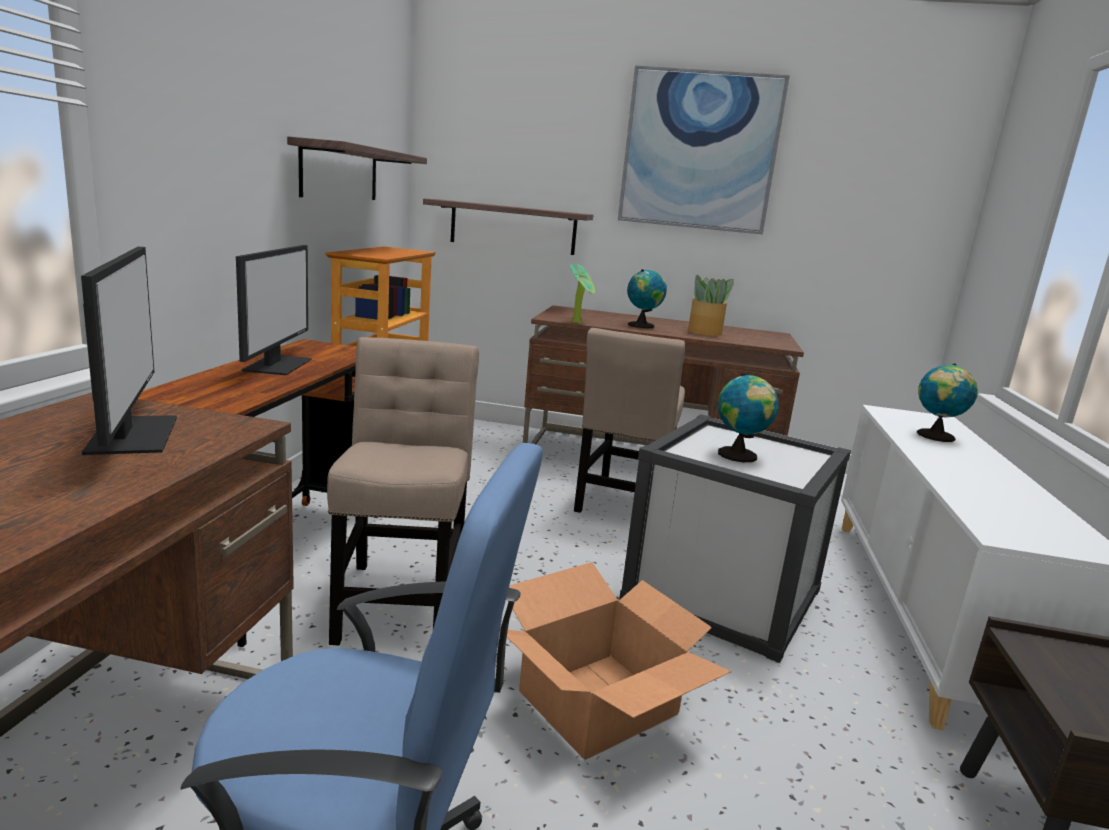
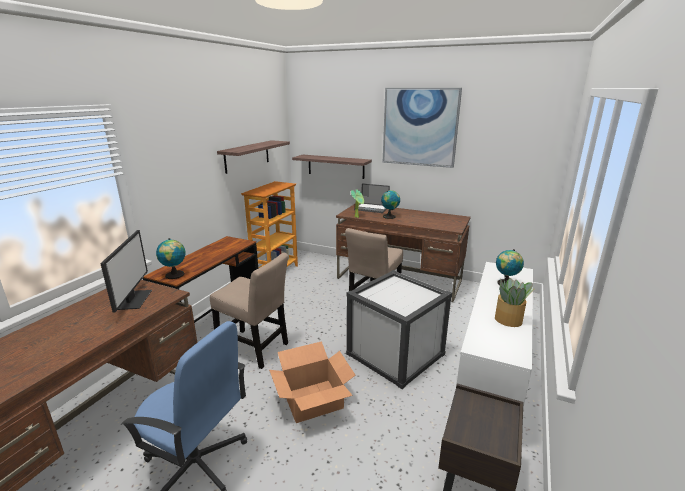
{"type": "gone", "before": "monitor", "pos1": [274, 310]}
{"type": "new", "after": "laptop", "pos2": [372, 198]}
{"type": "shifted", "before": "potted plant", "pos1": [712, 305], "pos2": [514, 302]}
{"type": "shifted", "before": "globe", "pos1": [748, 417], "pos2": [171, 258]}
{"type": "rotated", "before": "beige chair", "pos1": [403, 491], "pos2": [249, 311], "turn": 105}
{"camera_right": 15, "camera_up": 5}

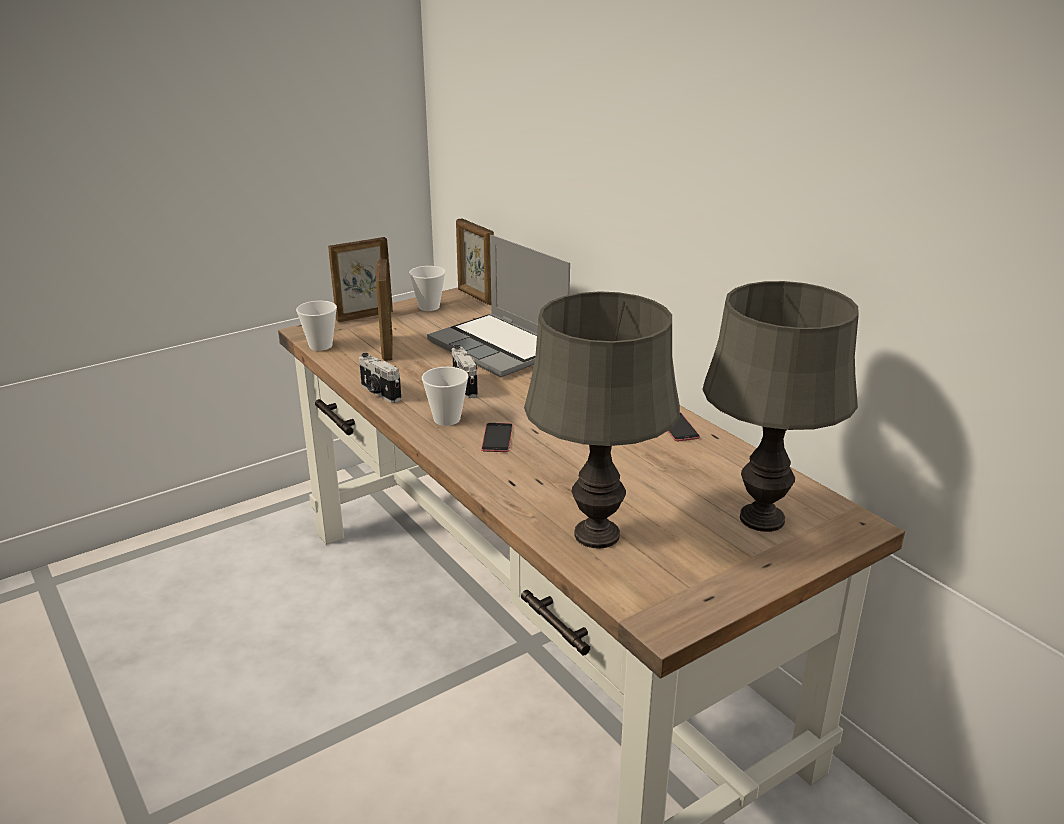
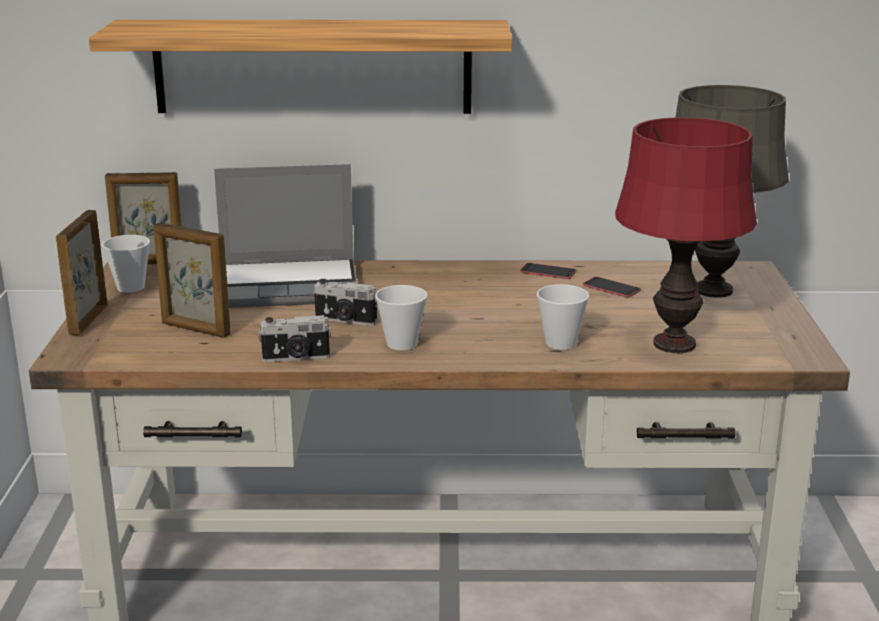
{"type": "new", "after": "shelf", "pos2": [300, 67]}
{"type": "shifted", "before": "cup", "pos1": [316, 326], "pos2": [563, 317]}
{"type": "shifted", "before": "phone", "pos1": [497, 437], "pos2": [612, 287]}
{"type": "repainted", "before": "grey table lamp", "after": "red table lamp", "pos1": [602, 420], "pos2": [686, 235]}
{"camera_right": -55, "camera_up": -5}

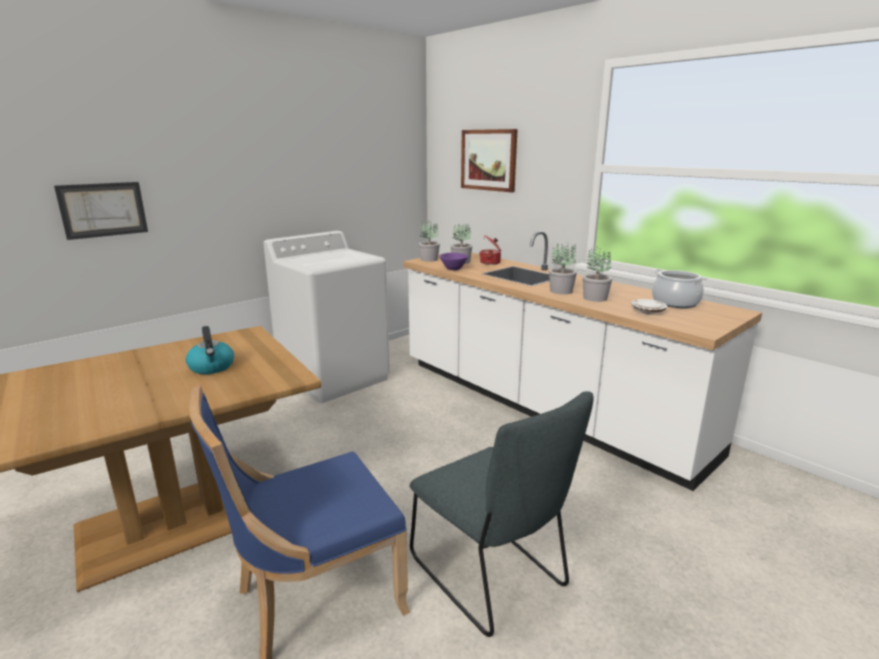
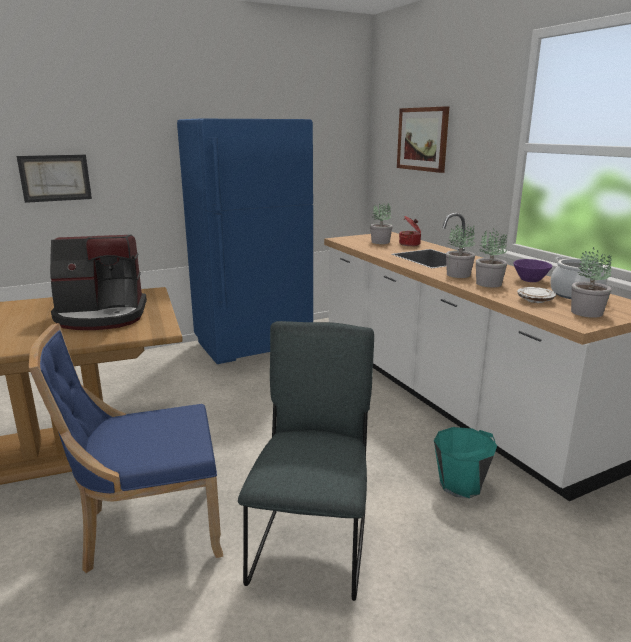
{"type": "new", "after": "turquoise bucket", "pos2": [465, 462]}
{"type": "shifted", "before": "potted plant", "pos1": [429, 241], "pos2": [591, 282]}
{"type": "shifted", "before": "purple bowl", "pos1": [454, 261], "pos2": [532, 270]}
{"type": "swapped", "before": "kettle", "after": "coffee machine", "pos1": [210, 350], "pos2": [98, 282]}
{"type": "swapped", "before": "white washing machine", "after": "blue fridge", "pos1": [326, 317], "pos2": [245, 241]}
{"type": "rotated", "before": "grey chair", "pos1": [502, 514], "pos2": [306, 461], "turn": -150}
{"camera_right": 15, "camera_up": 0}

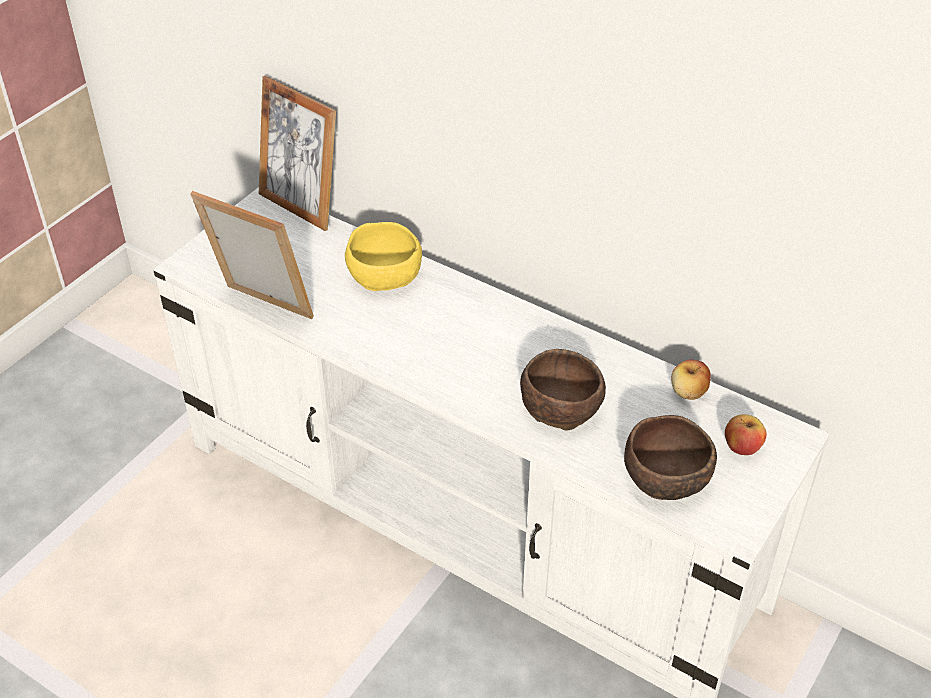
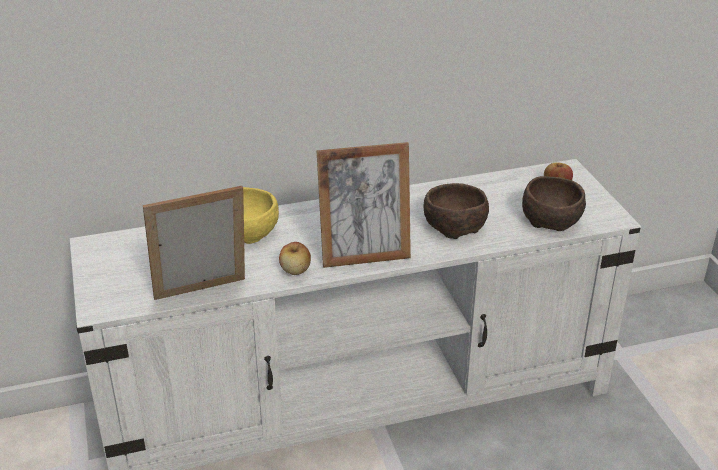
{"type": "shifted", "before": "picture frame", "pos1": [297, 153], "pos2": [364, 205]}
{"type": "shifted", "before": "apple", "pos1": [691, 380], "pos2": [295, 258]}
{"camera_right": -50, "camera_up": -10}

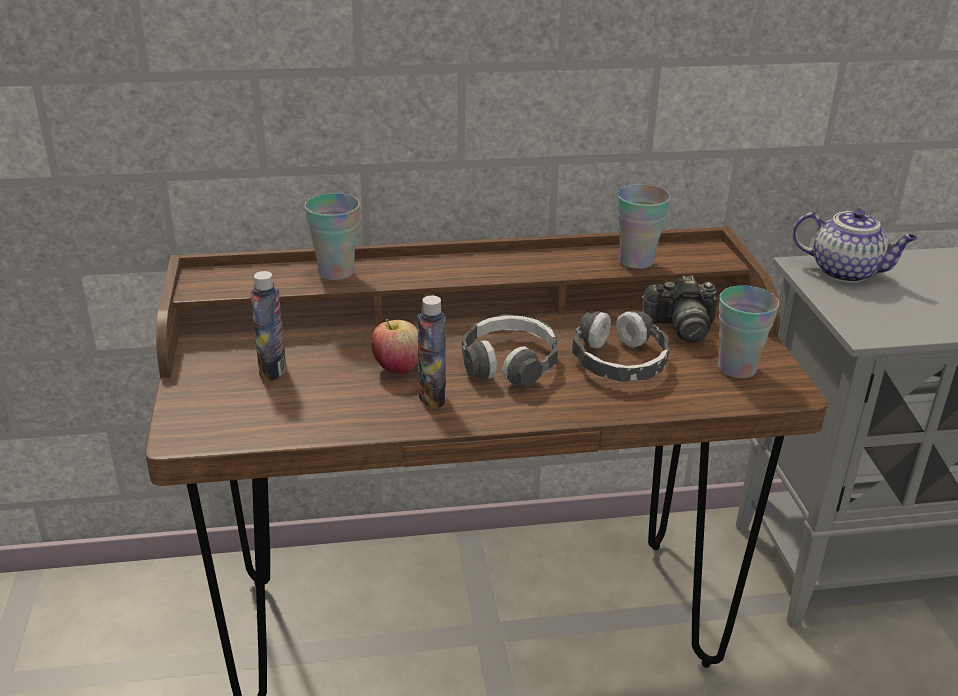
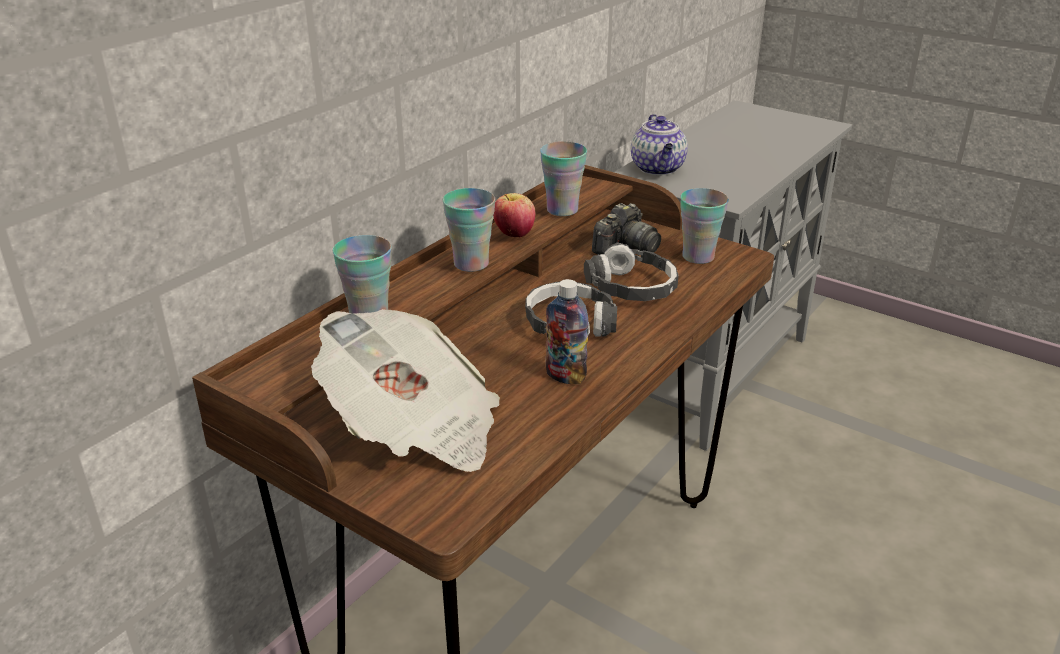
{"type": "new", "after": "cup", "pos2": [469, 230]}
{"type": "shifted", "before": "apple", "pos1": [394, 346], "pos2": [514, 215]}
{"type": "swapped", "before": "bottle", "after": "newspaper", "pos1": [268, 326], "pos2": [405, 390]}
{"type": "rotated", "before": "teapot", "pos1": [855, 245], "pos2": [659, 144], "turn": 105}
{"camera_right": -45, "camera_up": 0}

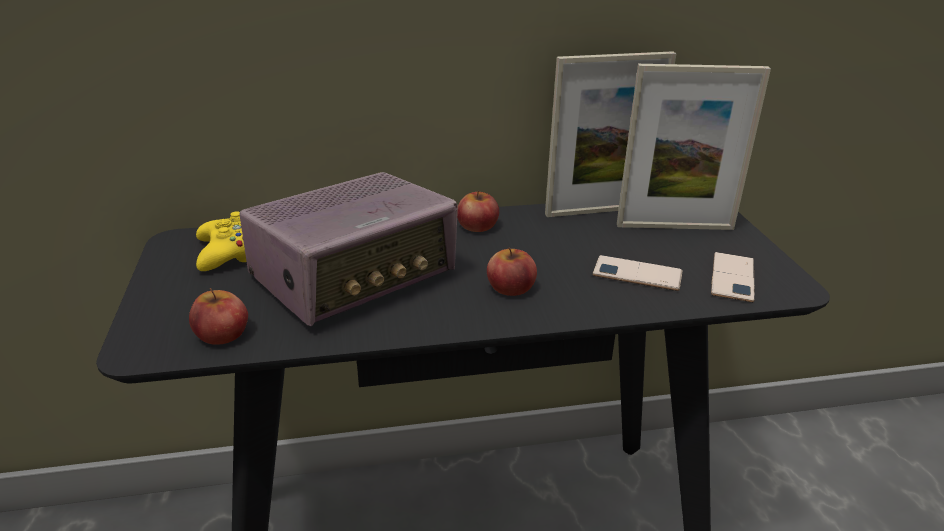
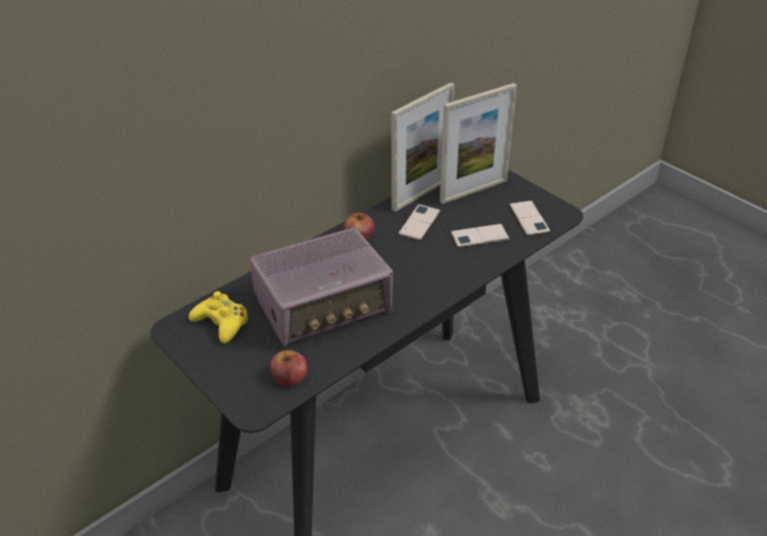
{"type": "gone", "before": "apple", "pos1": [512, 272]}
{"type": "new", "after": "phone", "pos2": [419, 222]}
{"type": "rotated", "before": "radio", "pos1": [349, 249], "pos2": [321, 287], "turn": 45}
{"camera_right": -30, "camera_up": 10}

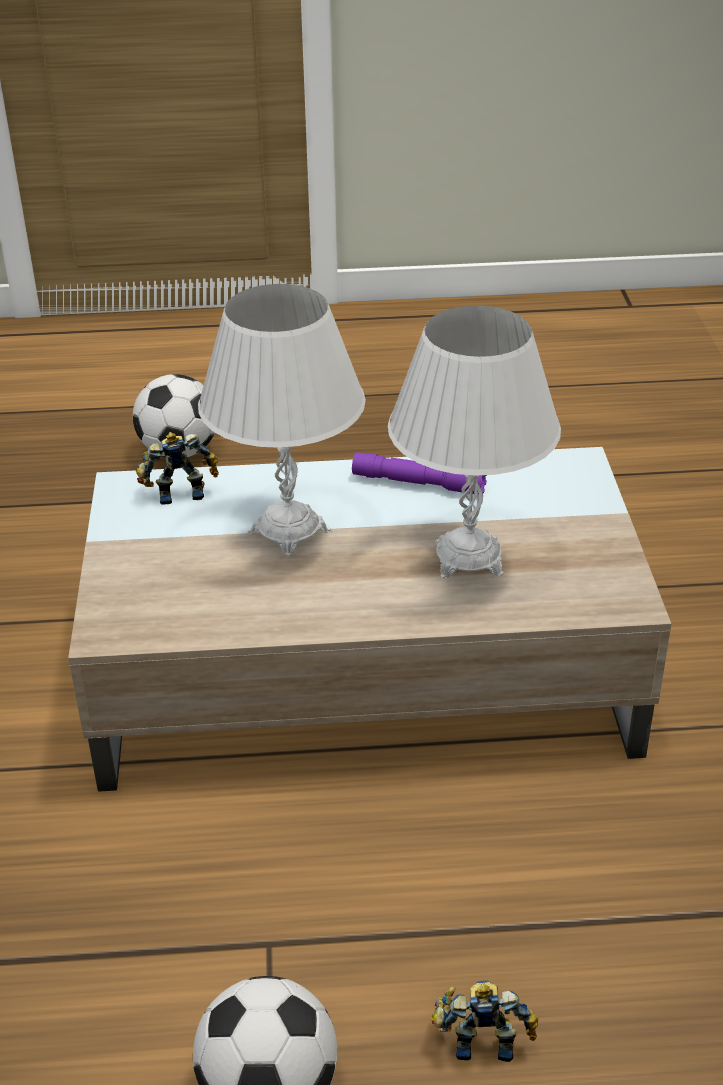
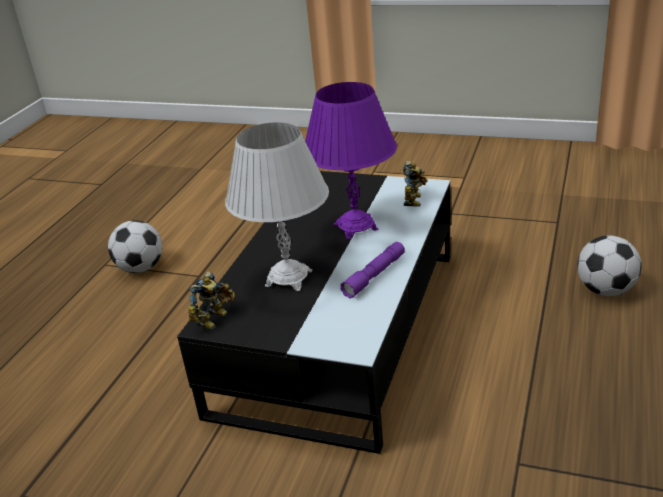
{"type": "shifted", "before": "toy robot", "pos1": [484, 1021], "pos2": [211, 300]}
{"type": "repainted", "before": "beige coffee table", "after": "black coffee table", "pos1": [369, 619], "pos2": [314, 312]}
{"type": "repainted", "before": "white table lamp", "after": "purple table lamp", "pos1": [282, 420], "pos2": [351, 160]}
{"camera_right": 115, "camera_up": -5}

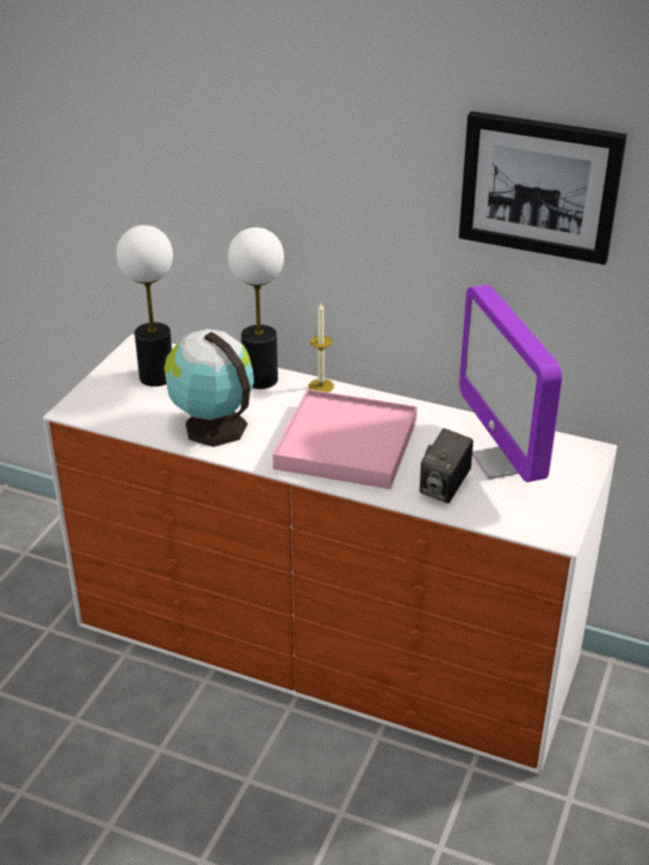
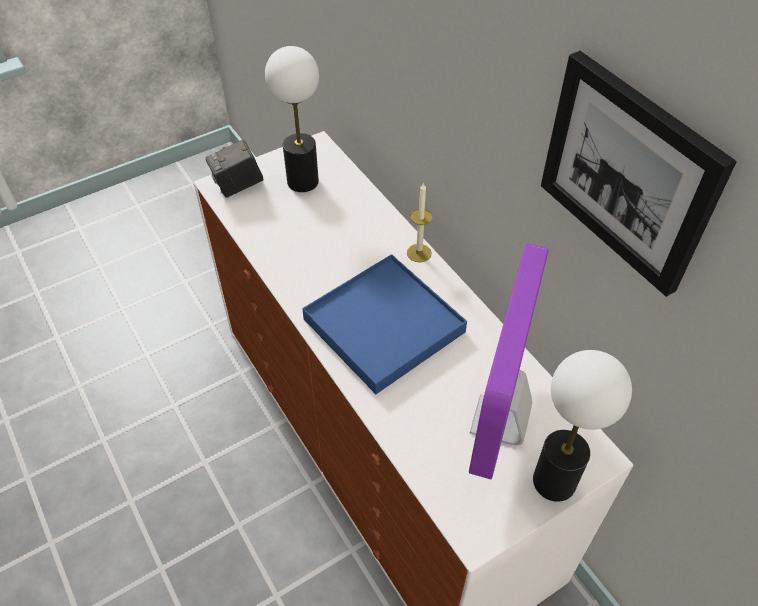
{"type": "gone", "before": "globe", "pos1": [209, 388]}
{"type": "shifted", "before": "table lamp", "pos1": [256, 308], "pos2": [582, 426]}
{"type": "shifted", "before": "photo camera", "pos1": [446, 465], "pos2": [235, 169]}
{"type": "repainted", "before": "pink tray", "after": "blue tray", "pos1": [345, 439], "pos2": [384, 324]}
{"camera_right": 35, "camera_up": 15}

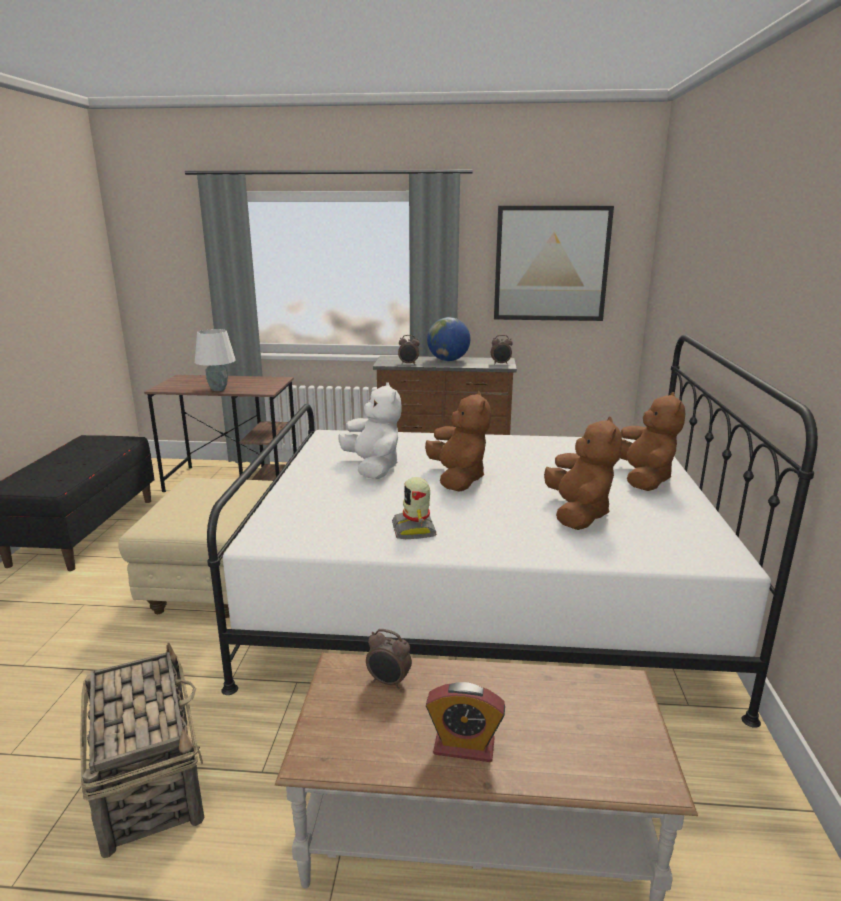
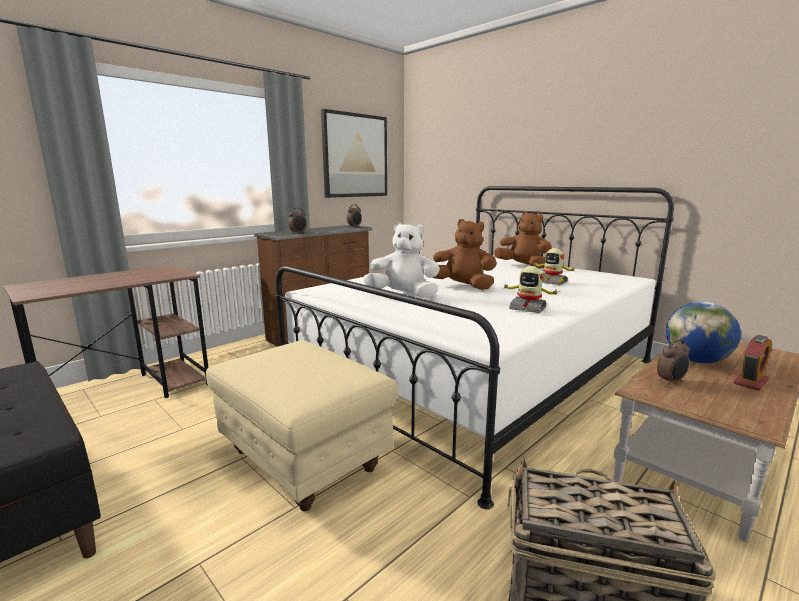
{"type": "gone", "before": "white table lamp", "pos1": [215, 360]}
{"type": "shifted", "before": "globe", "pos1": [448, 339], "pos2": [703, 332]}
{"type": "swapped", "before": "brown plush toy", "after": "toy robot", "pos1": [583, 473], "pos2": [555, 266]}
{"camera_right": -50, "camera_up": -5}

